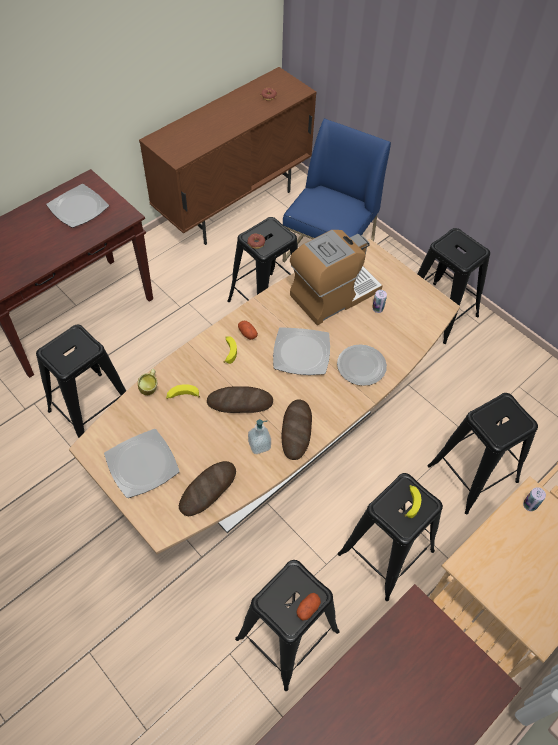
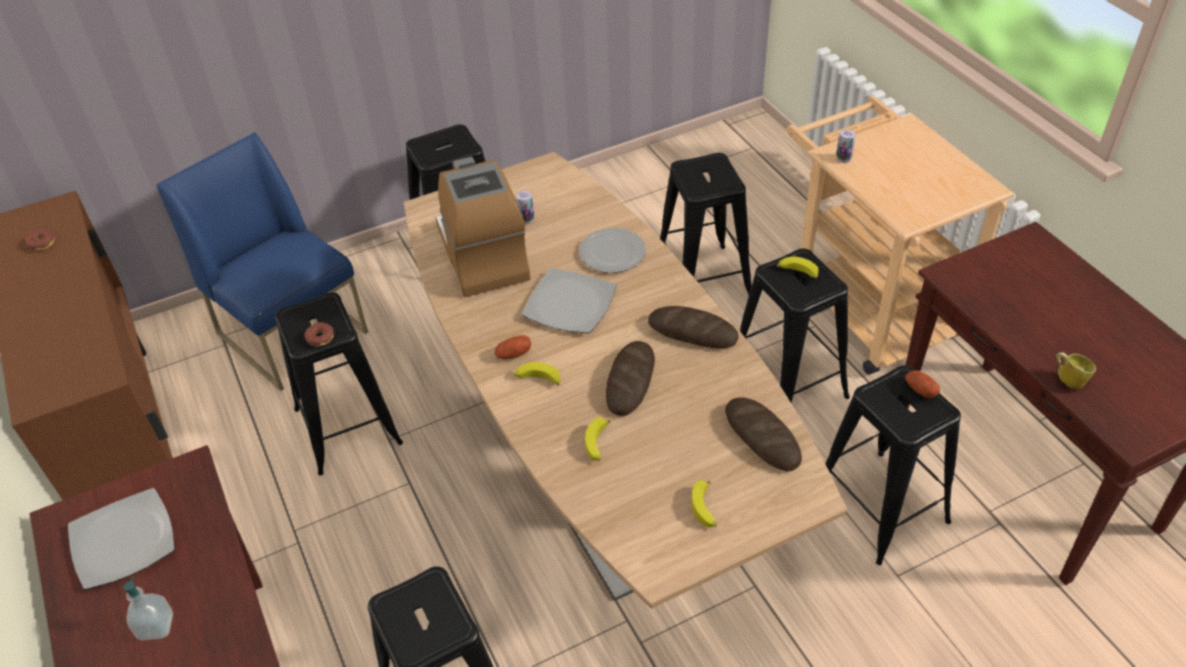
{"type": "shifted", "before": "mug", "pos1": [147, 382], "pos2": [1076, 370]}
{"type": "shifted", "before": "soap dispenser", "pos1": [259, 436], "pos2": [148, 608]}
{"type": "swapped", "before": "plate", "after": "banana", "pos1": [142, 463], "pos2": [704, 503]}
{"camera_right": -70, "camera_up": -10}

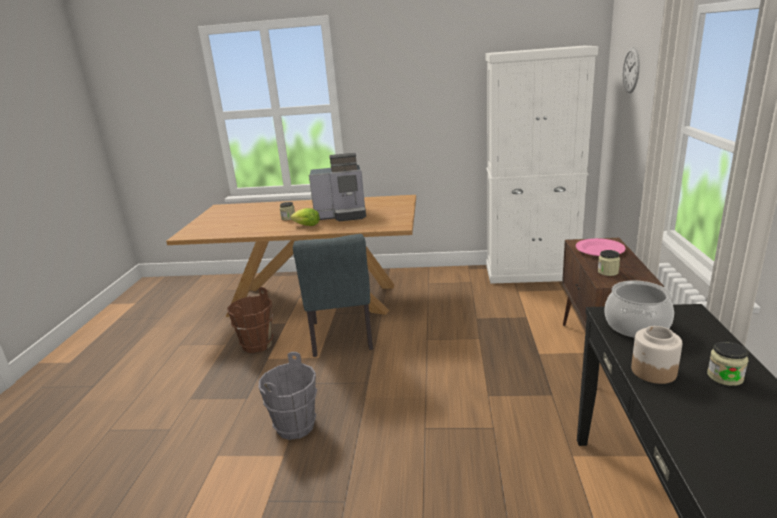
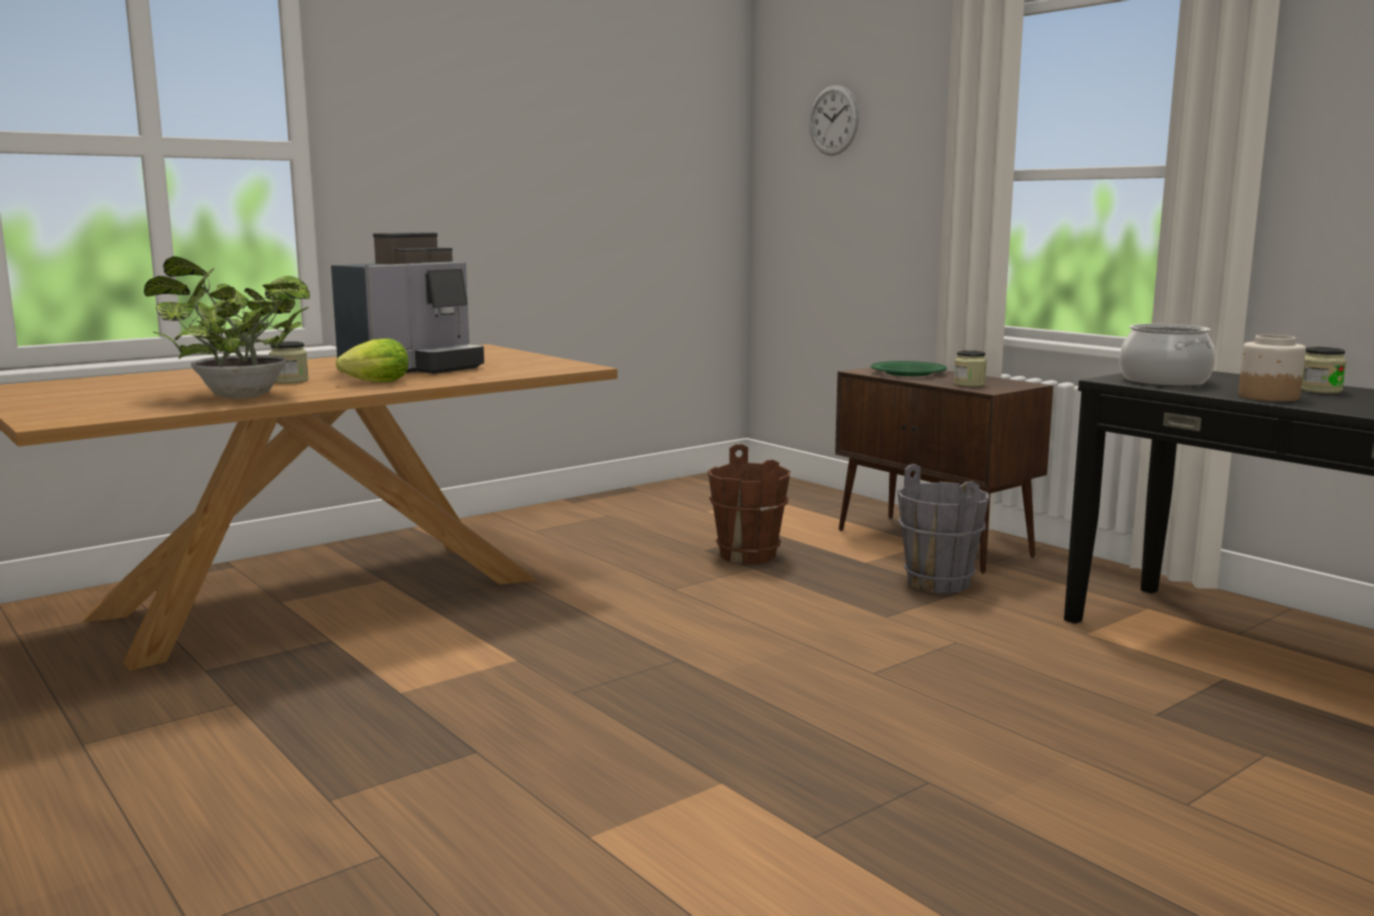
{"type": "gone", "before": "grey chair", "pos1": [333, 295]}
{"type": "gone", "before": "white cabinet", "pos1": [542, 164]}
{"type": "new", "after": "potted plant", "pos2": [227, 327]}
{"type": "shifted", "before": "brown bucket", "pos1": [250, 320], "pos2": [749, 504]}
{"type": "shifted", "before": "grey bucket", "pos1": [288, 396], "pos2": [943, 528]}
{"type": "repainted", "before": "pink plate", "after": "green plate", "pos1": [601, 247], "pos2": [909, 368]}
{"camera_right": -45, "camera_up": -10}

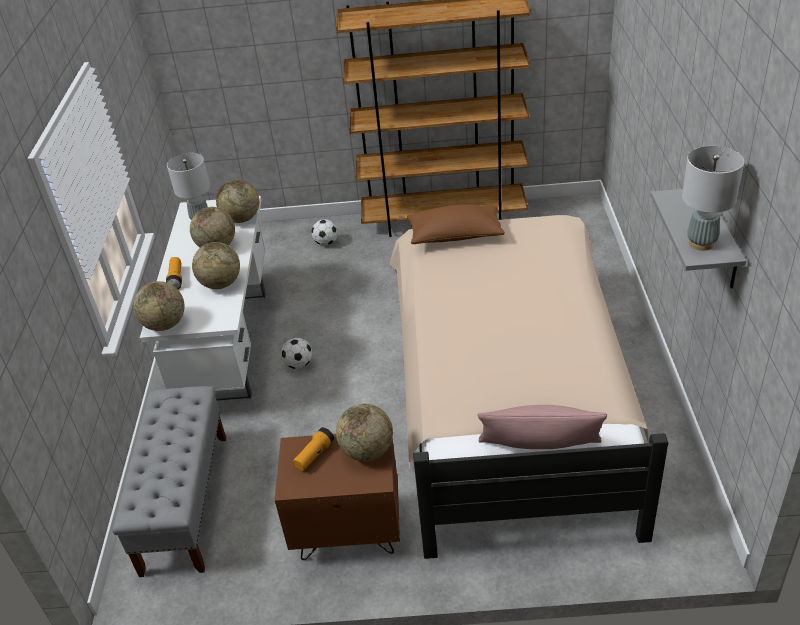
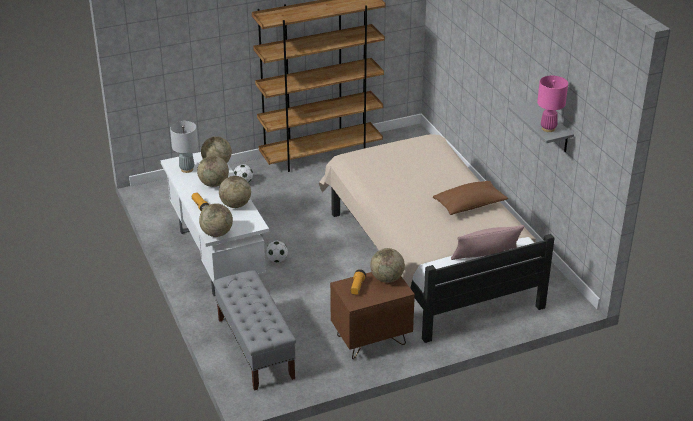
{"type": "shifted", "before": "brown pillow", "pos1": [456, 224], "pos2": [470, 198]}
{"type": "repainted", "before": "grey table lamp", "after": "pink table lamp", "pos1": [713, 198], "pos2": [552, 104]}
{"camera_right": -25, "camera_up": -5}

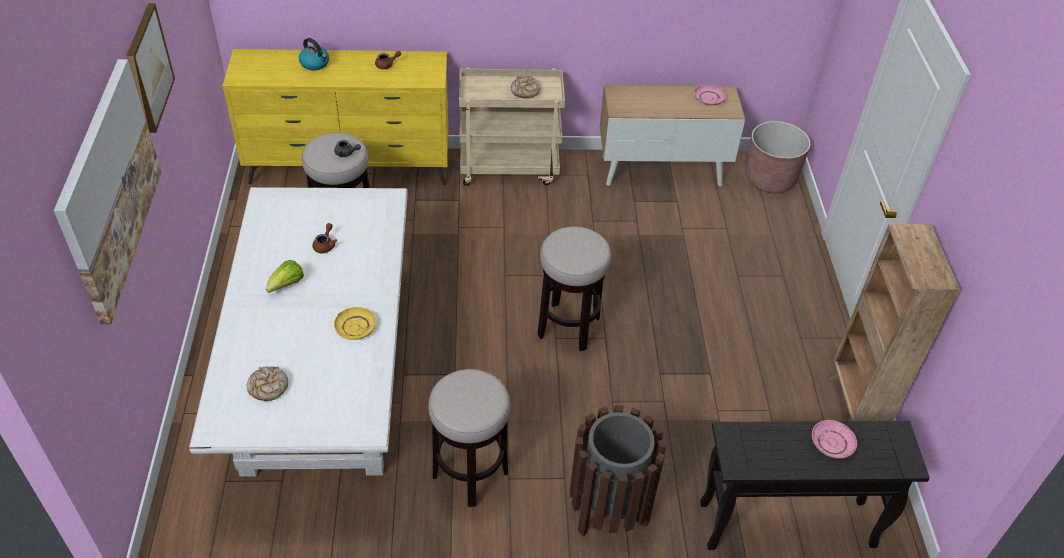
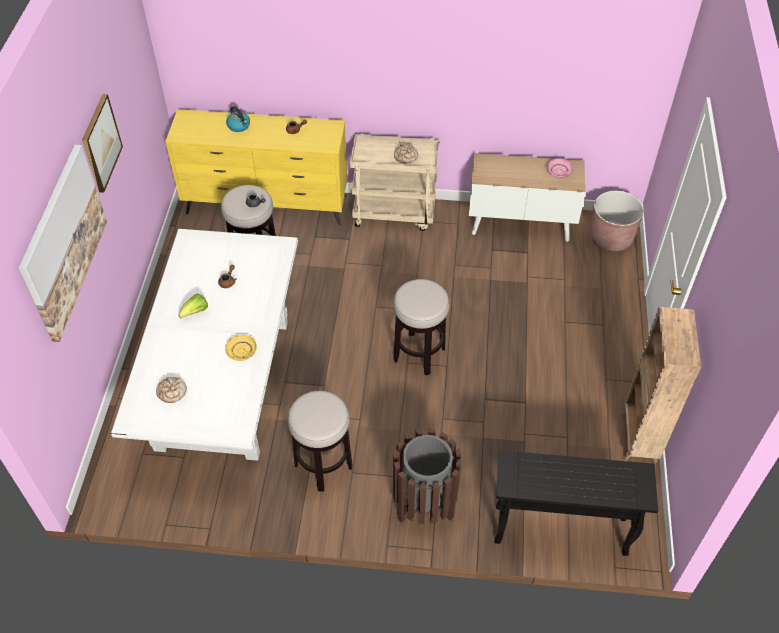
{"type": "gone", "before": "pink plate", "pos1": [834, 439]}
{"camera_right": 10, "camera_up": 5}

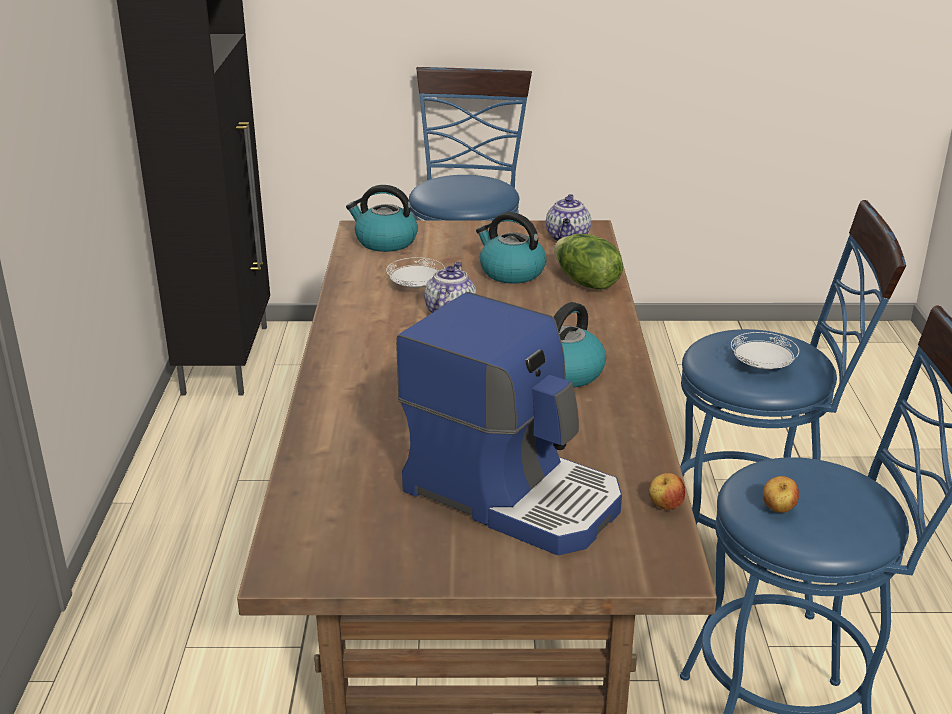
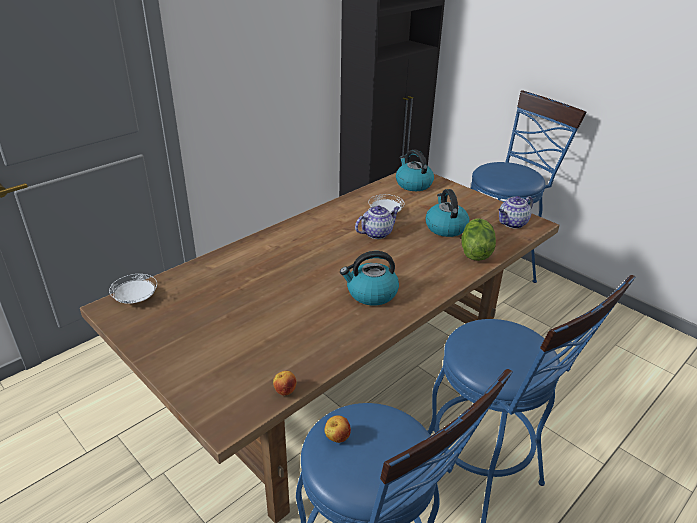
{"type": "gone", "before": "coffee machine", "pos1": [509, 423]}
{"type": "shifted", "before": "white plate", "pos1": [765, 350], "pos2": [133, 289]}
{"camera_right": 45, "camera_up": 5}

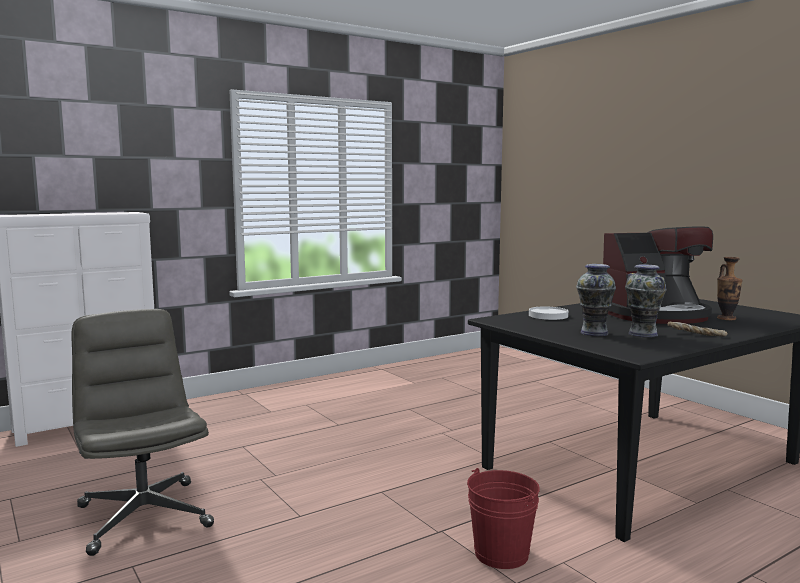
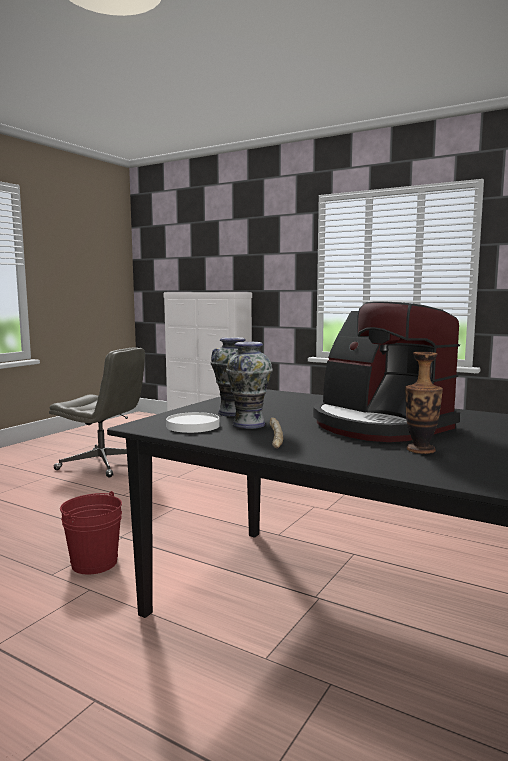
{"type": "shifted", "before": "white plate", "pos1": [548, 313], "pos2": [193, 422]}
{"type": "rotated", "before": "grey office chair", "pos1": [143, 432], "pos2": [97, 412], "turn": 75}
{"camera_right": 65, "camera_up": 0}

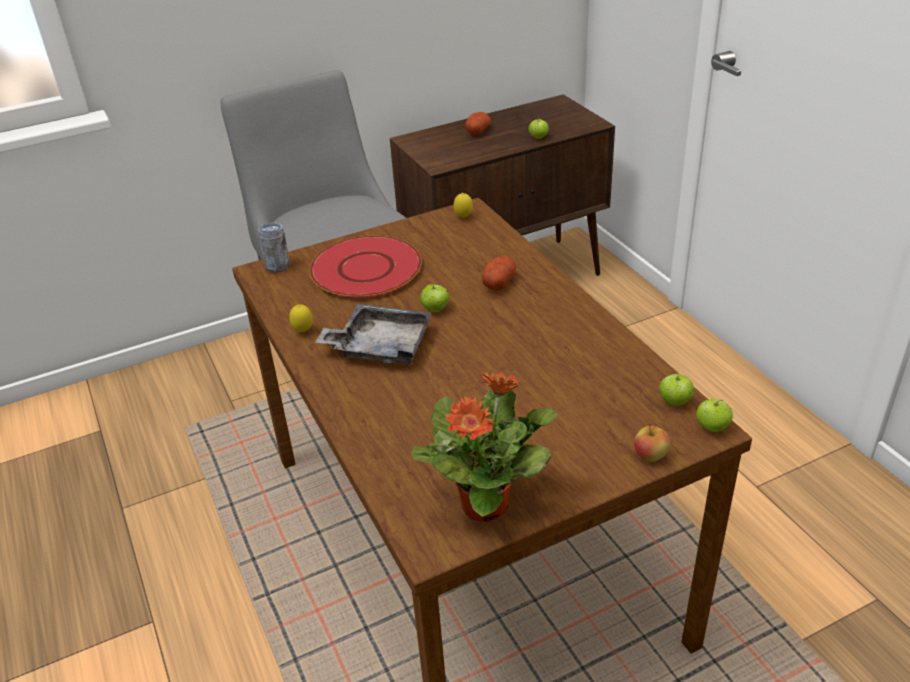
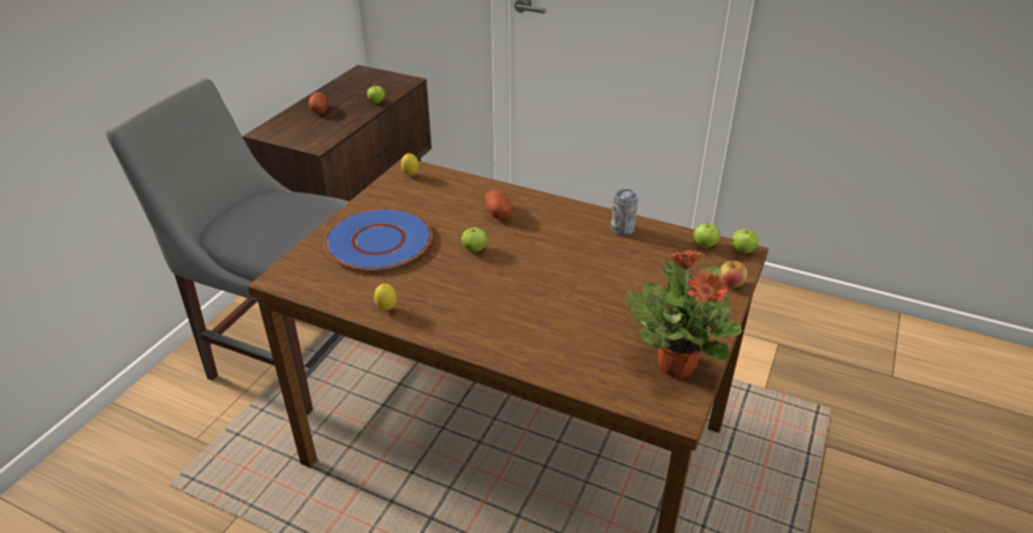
{"type": "gone", "before": "grey tray", "pos1": [373, 334]}
{"type": "shifted", "before": "can", "pos1": [274, 247], "pos2": [624, 212]}
{"type": "repainted", "before": "red plate", "after": "blue plate", "pos1": [365, 267], "pos2": [378, 239]}
{"camera_right": -40, "camera_up": 0}

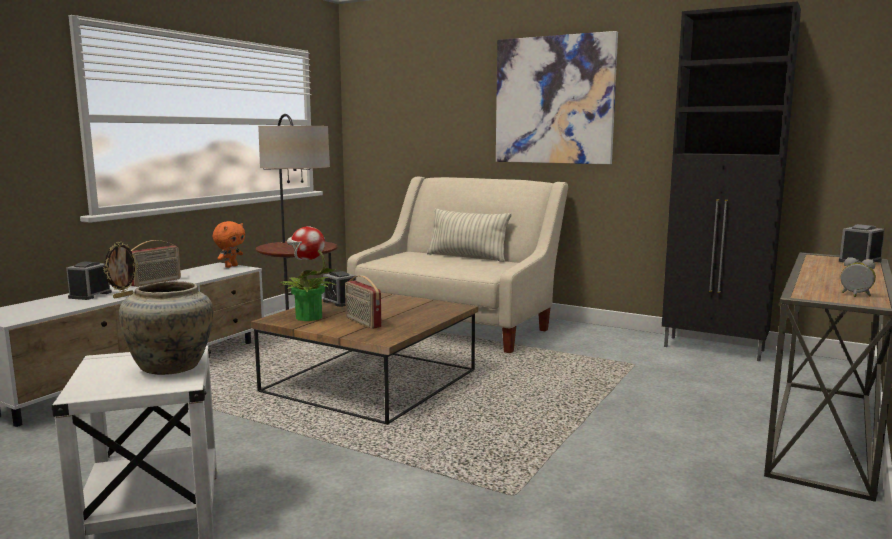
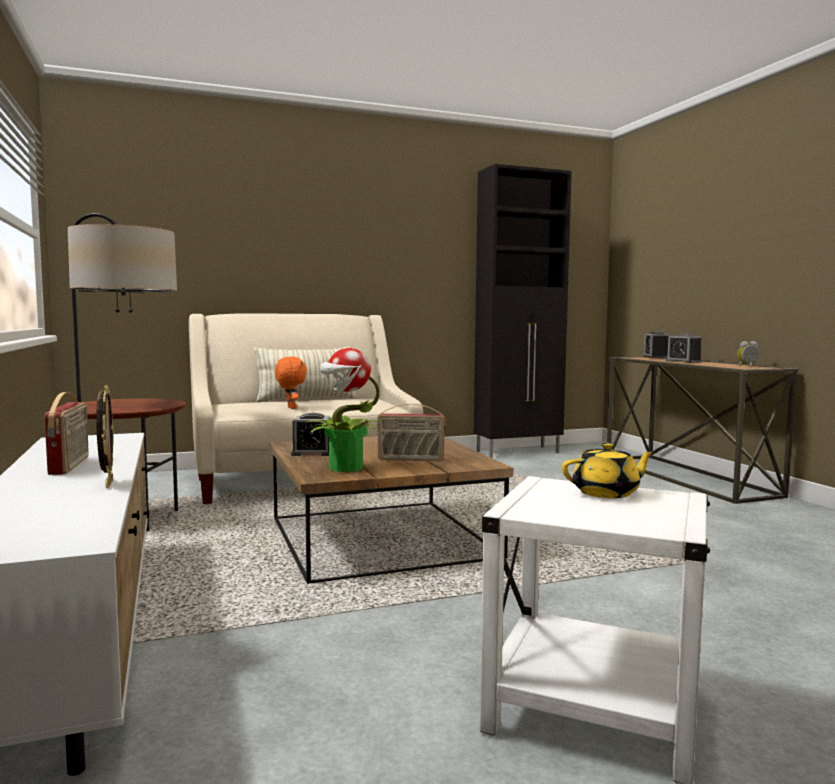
{"type": "gone", "before": "picture", "pos1": [557, 97]}
{"type": "shifted", "before": "alarm clock", "pos1": [89, 281], "pos2": [683, 348]}
{"type": "shifted", "before": "orange plush toy", "pos1": [229, 244], "pos2": [291, 382]}
{"type": "swapped", "before": "beige vase", "after": "yellow teapot", "pos1": [166, 328], "pos2": [609, 470]}
{"camera_right": -50, "camera_up": -5}

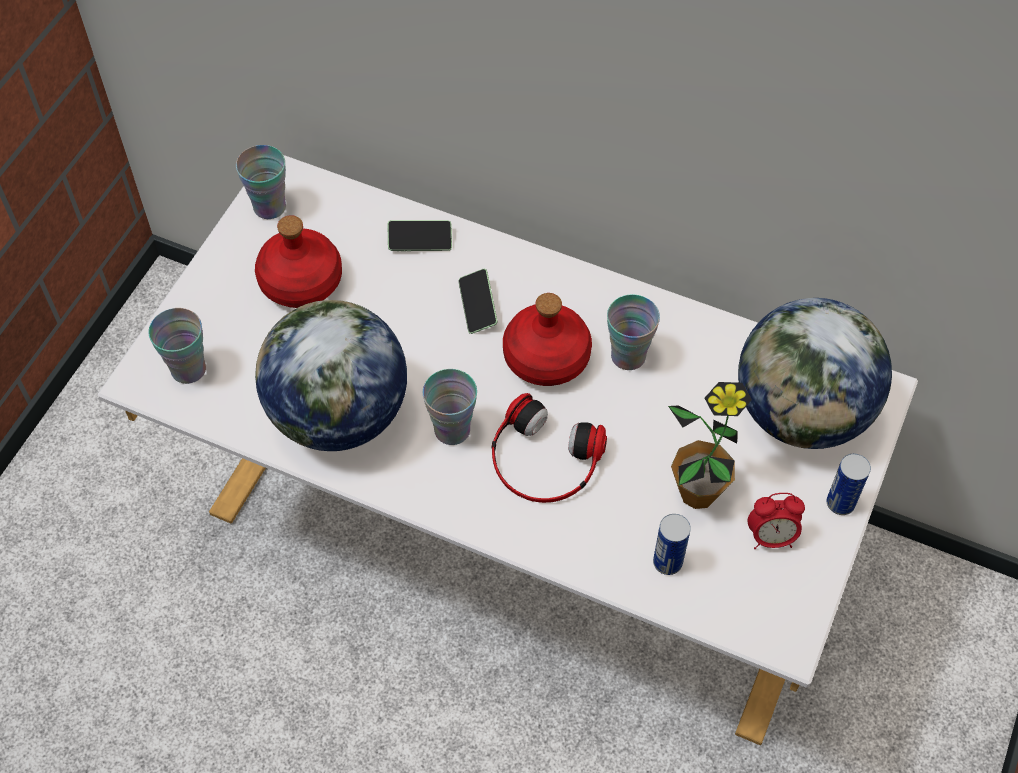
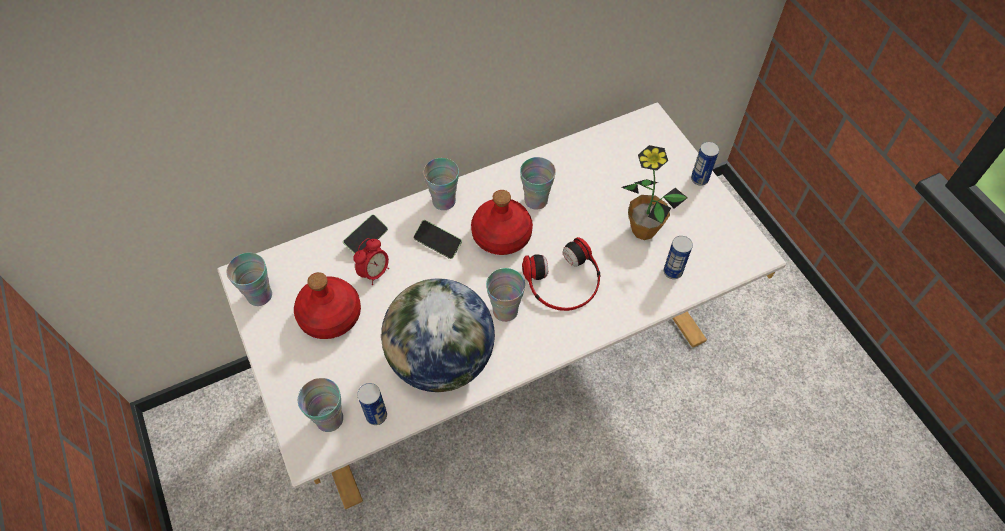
{"type": "gone", "before": "globe", "pos1": [815, 373]}
{"type": "new", "after": "can", "pos2": [372, 404]}
{"type": "new", "after": "cup", "pos2": [441, 184]}
{"type": "shifted", "before": "alarm clock", "pos1": [776, 521], "pos2": [371, 261]}
{"camera_right": -50, "camera_up": 0}

